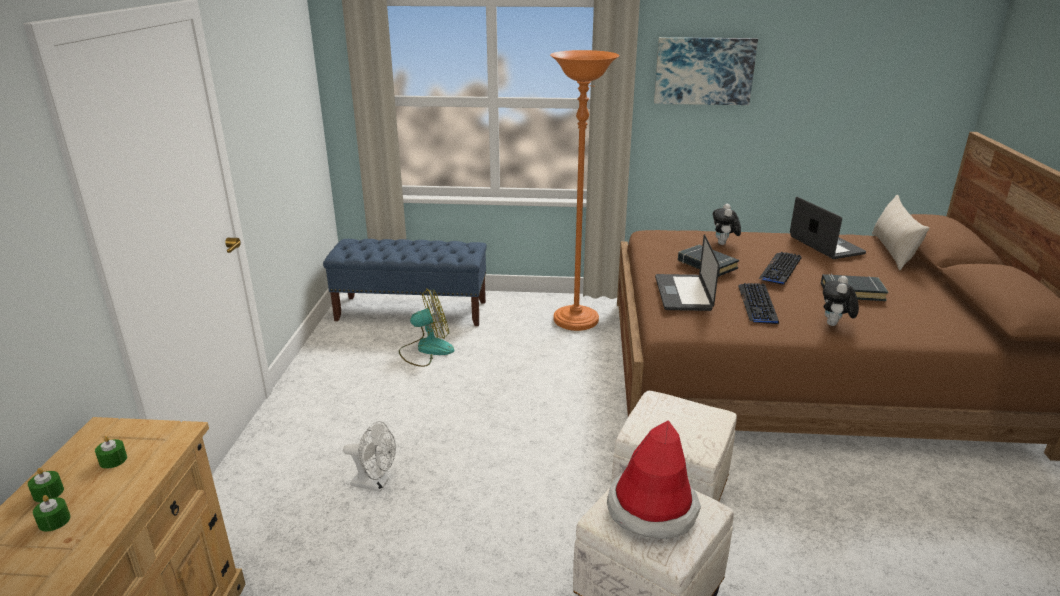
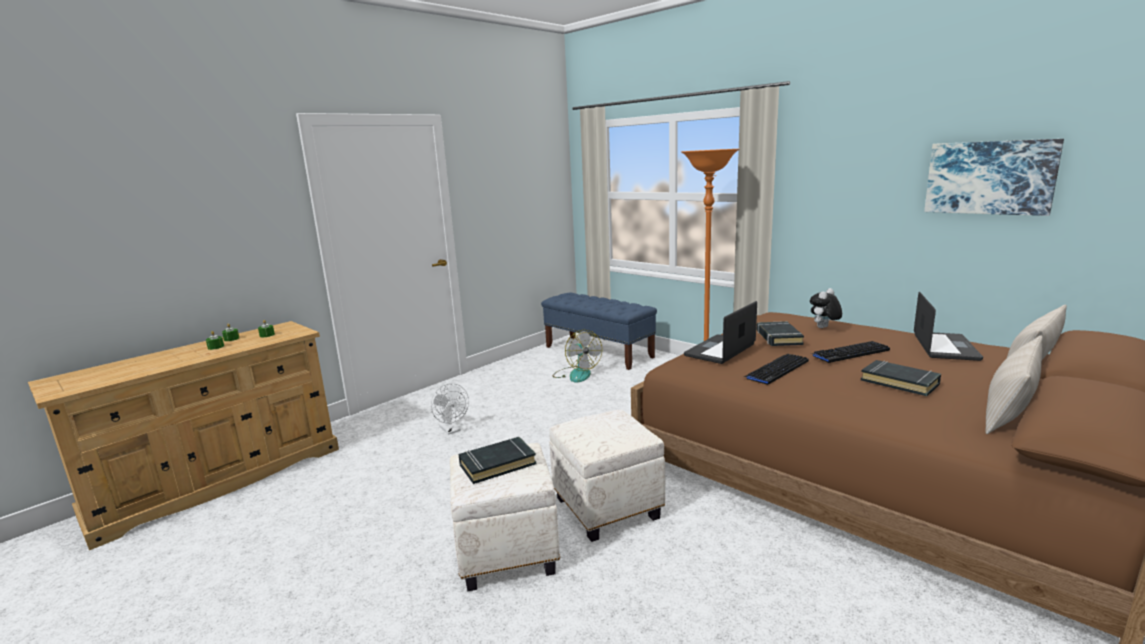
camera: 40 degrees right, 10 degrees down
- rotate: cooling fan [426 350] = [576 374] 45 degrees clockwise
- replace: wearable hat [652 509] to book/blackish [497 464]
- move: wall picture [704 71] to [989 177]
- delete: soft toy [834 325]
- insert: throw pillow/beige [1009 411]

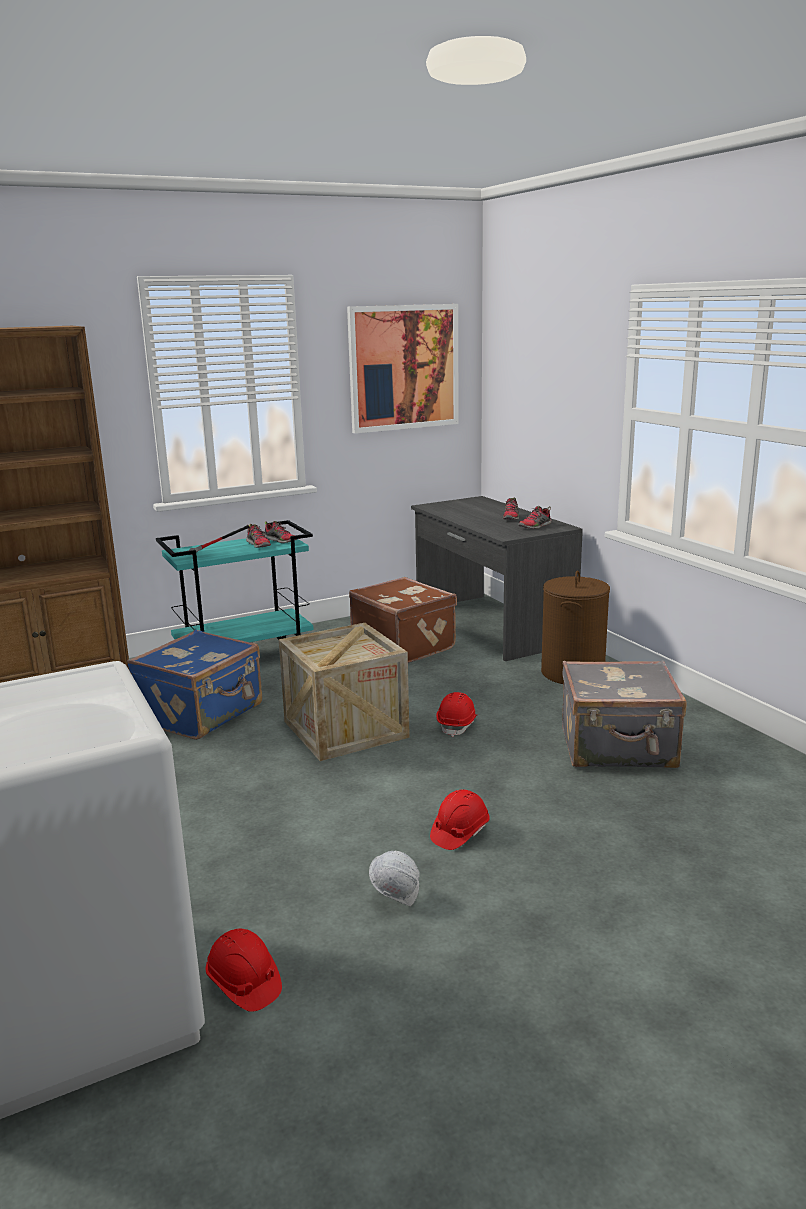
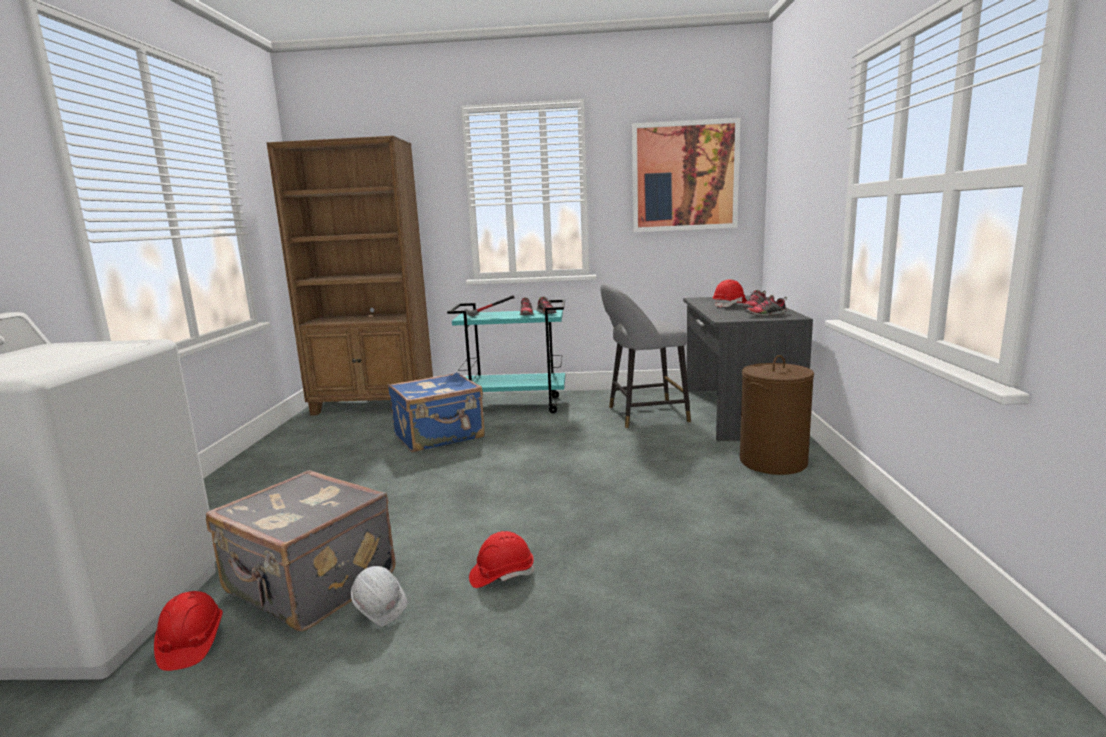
camera: 30 degrees right, 5 degrees down
- delete: crate [345 729]
- replace: suitcase/brownish [404 645] to stool/grey [642 415]
- move: work helmet/reddish [457 725] to [730 305]
- move: suitcase/grey [618 748] to [309 585]

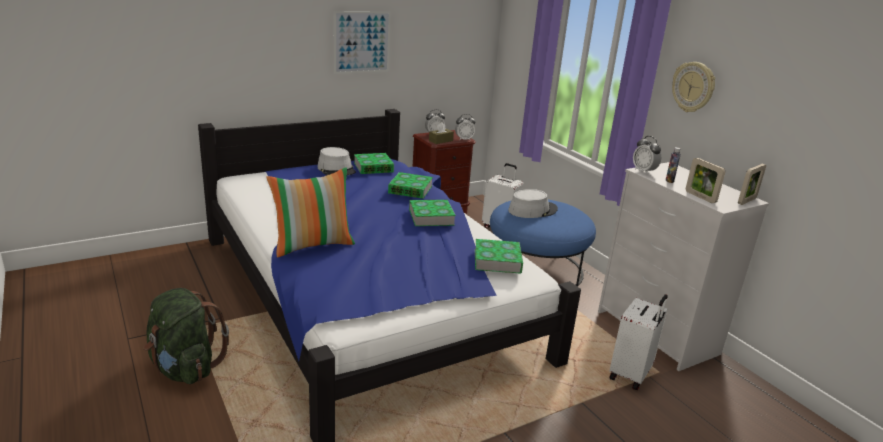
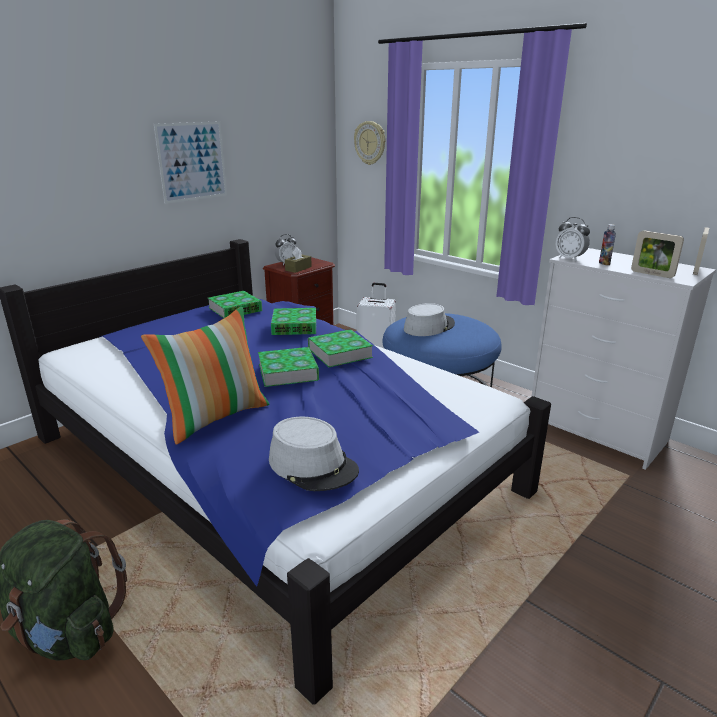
camera: 15 degrees left, 0 degrees up
- move: wearable hat/grey [336 169] to [313 465]
- delete: table clock [464 139]
- move: book [497 261] to [288 372]
- delete: suitcase/white-coloured [631 375]
- move: wall clock [693 87] to [370 143]

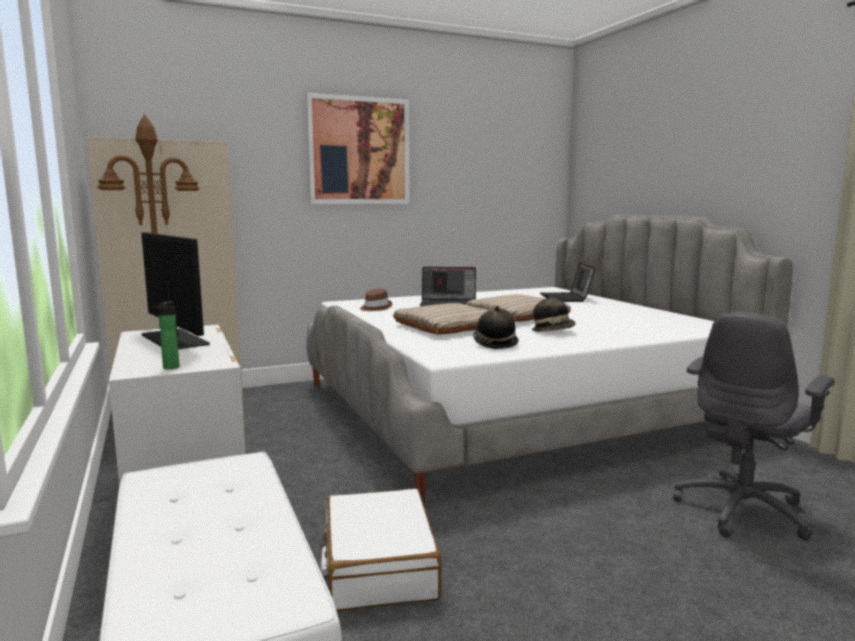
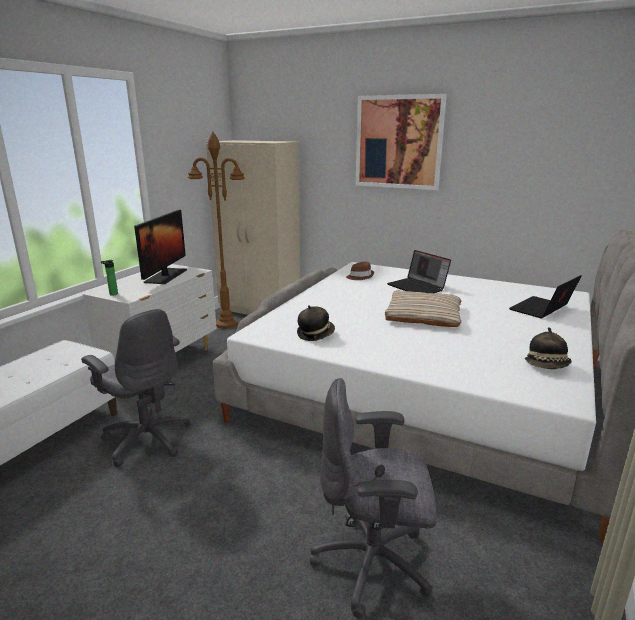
camera: 50 degrees right, 10 degrees up
- replace: suitcase/white-coloured [378 566] to computer chair/grey [147 439]
- delete: throw pillow/beige [448 327]
- move: wearable hat [553 331] to [547 366]

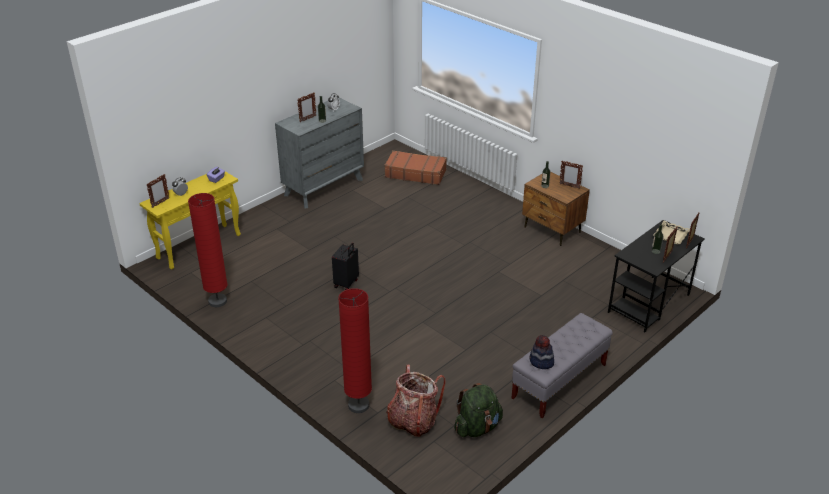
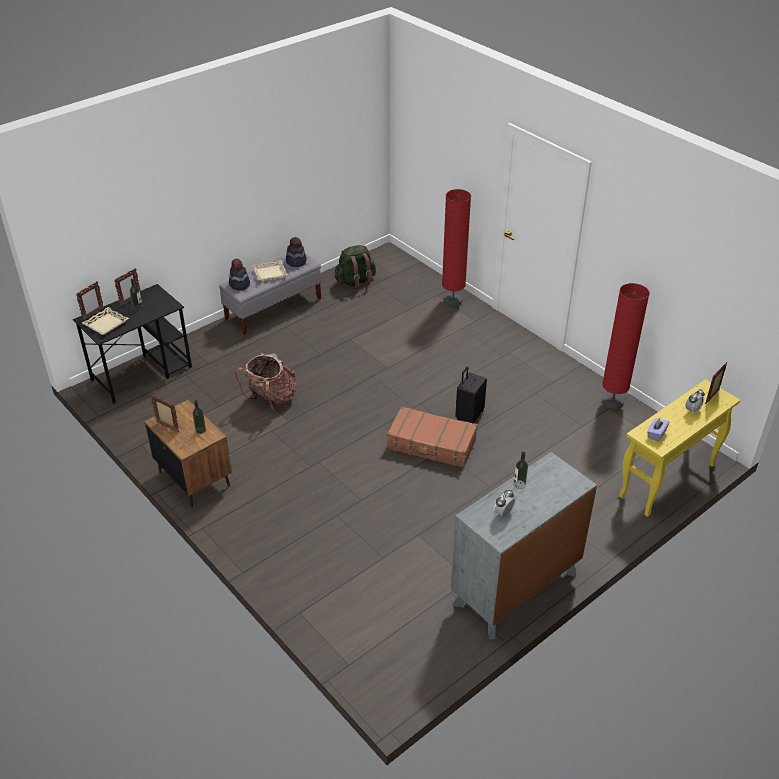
camera: 175 degrees left, 5 degrees up
- delete: picture frame [307 119]
- move: suitcase/brownish [415 173] to [431 445]
- move: backpack [413 421] to [271 399]
- insert: wearable hat [239 284]
- insert: tray/beige [270 273]

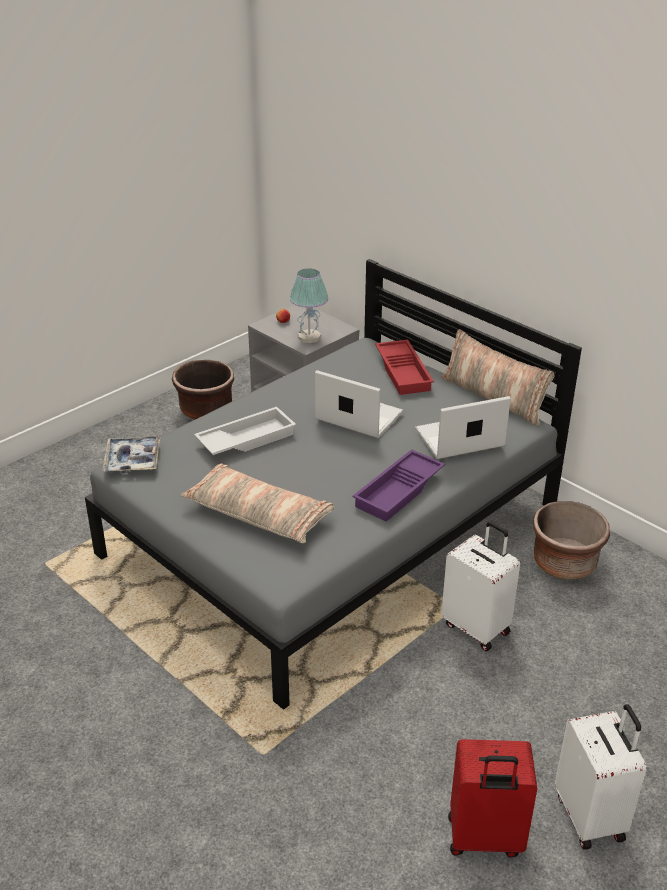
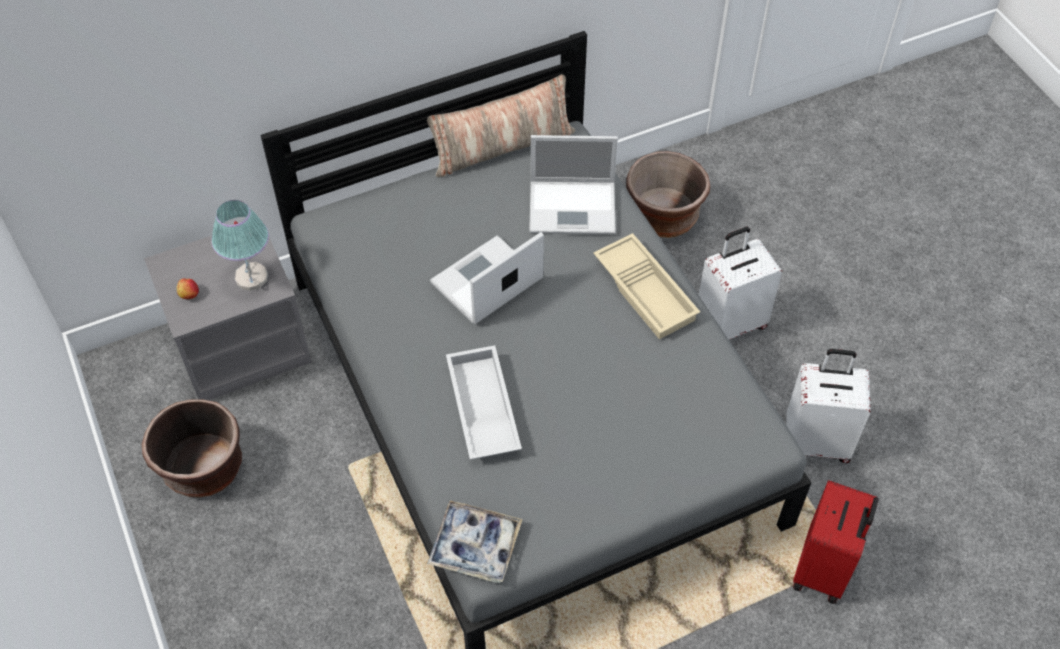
camera: 70 degrees left, 20 degrees up
- delete: throw pillow [258 514]
- recolor: tray/purplish [399 491] to tray/beige [647 291]
- delete: tray/reddish [404 372]
- rotate: laptop [457 439] = [574 207] 90 degrees counterclockwise
- move: suitcase/reddish [484 839] to [824 569]
- move: suitcase/white-coloured [591 816] to [817 441]

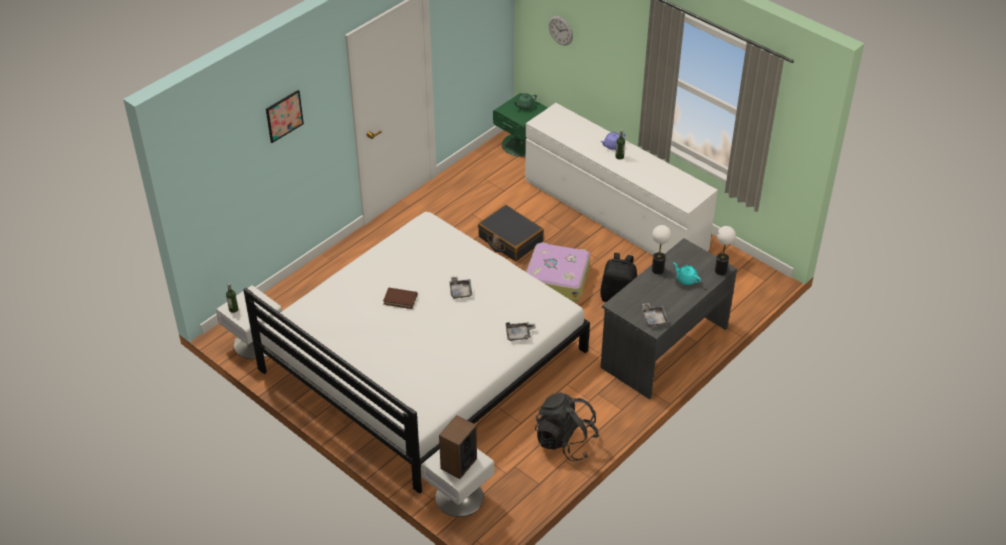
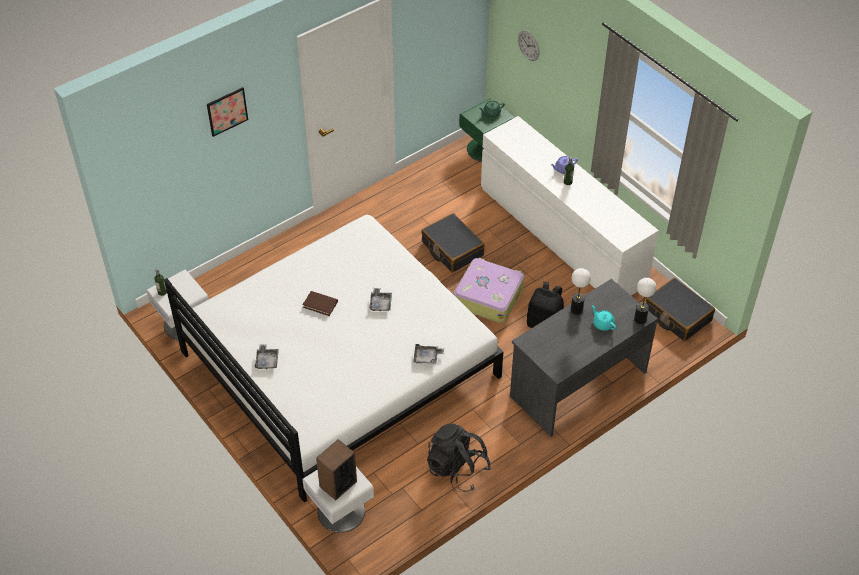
camera: 10 degrees right, 5 degrees up
- move: tray/grey [654 318] to [267 360]
- insert: suitcase/blackish [677 315]

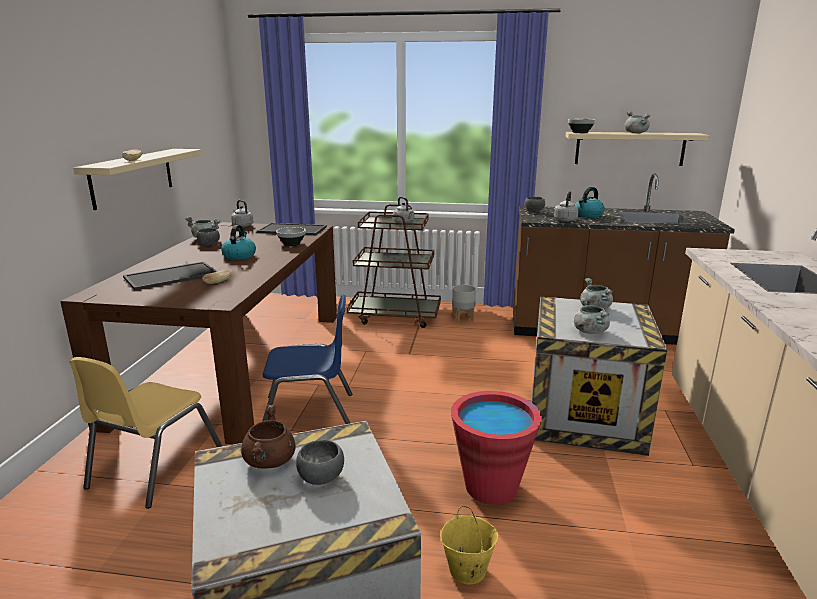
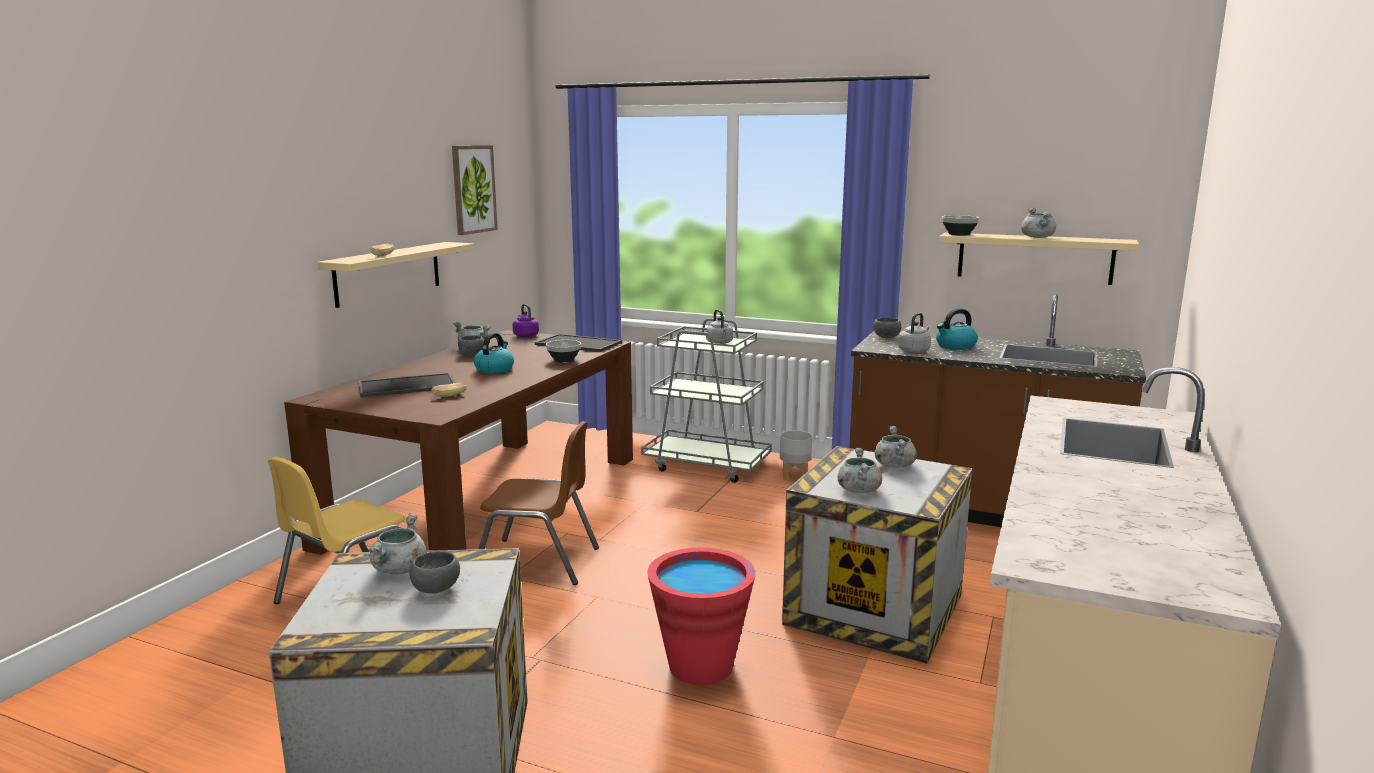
camera: 15 degrees right, 5 degrees down
- recolor: water kettle/grey [242 225] to water kettle/purplish [525 335]
- recolor: saucepot/brownish [270 461] to saucepot/grey [399 570]
- recolor: chair/blue-coloured [309 413] to chair/brownish [538 562]
- recolor: cart/brownish [395 316] to cart/grey [707 465]
- delete: bucket/yellow [467 570]
- insert: wall picture [473 189]

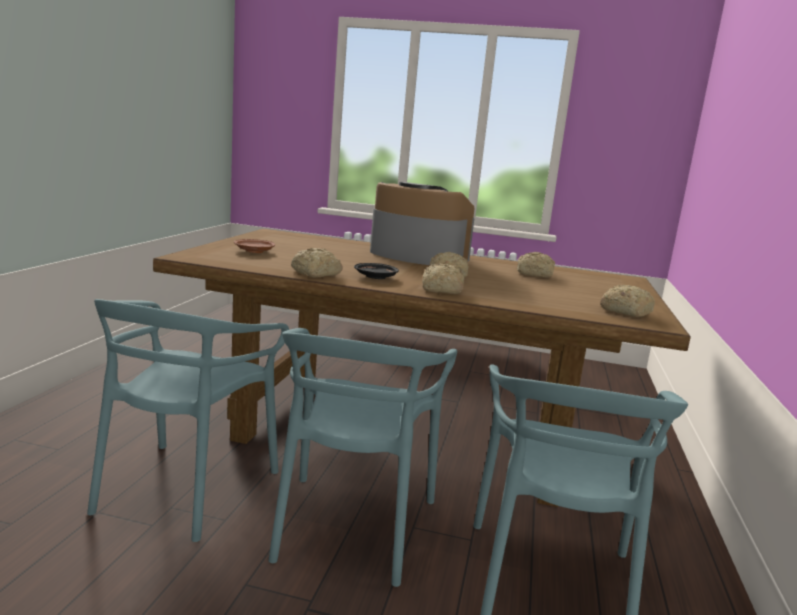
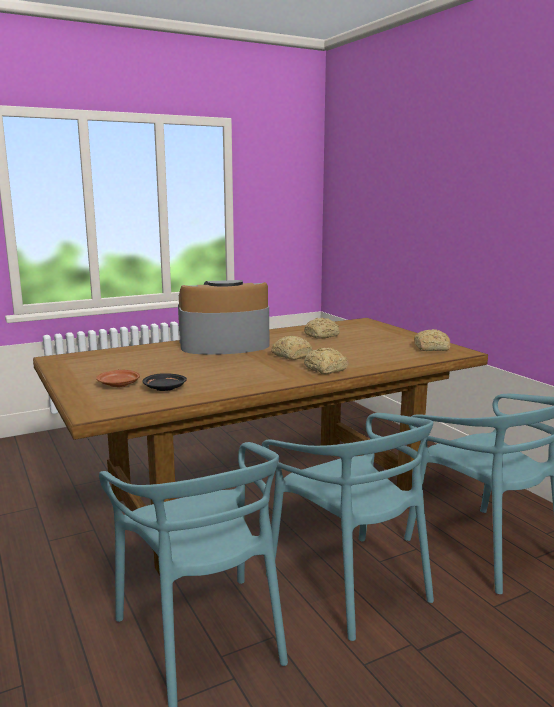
camera: 40 degrees left, 0 degrees up
- delete: bakery bread [316 274]
- move: plate/blackish [375 277] to [165 388]

